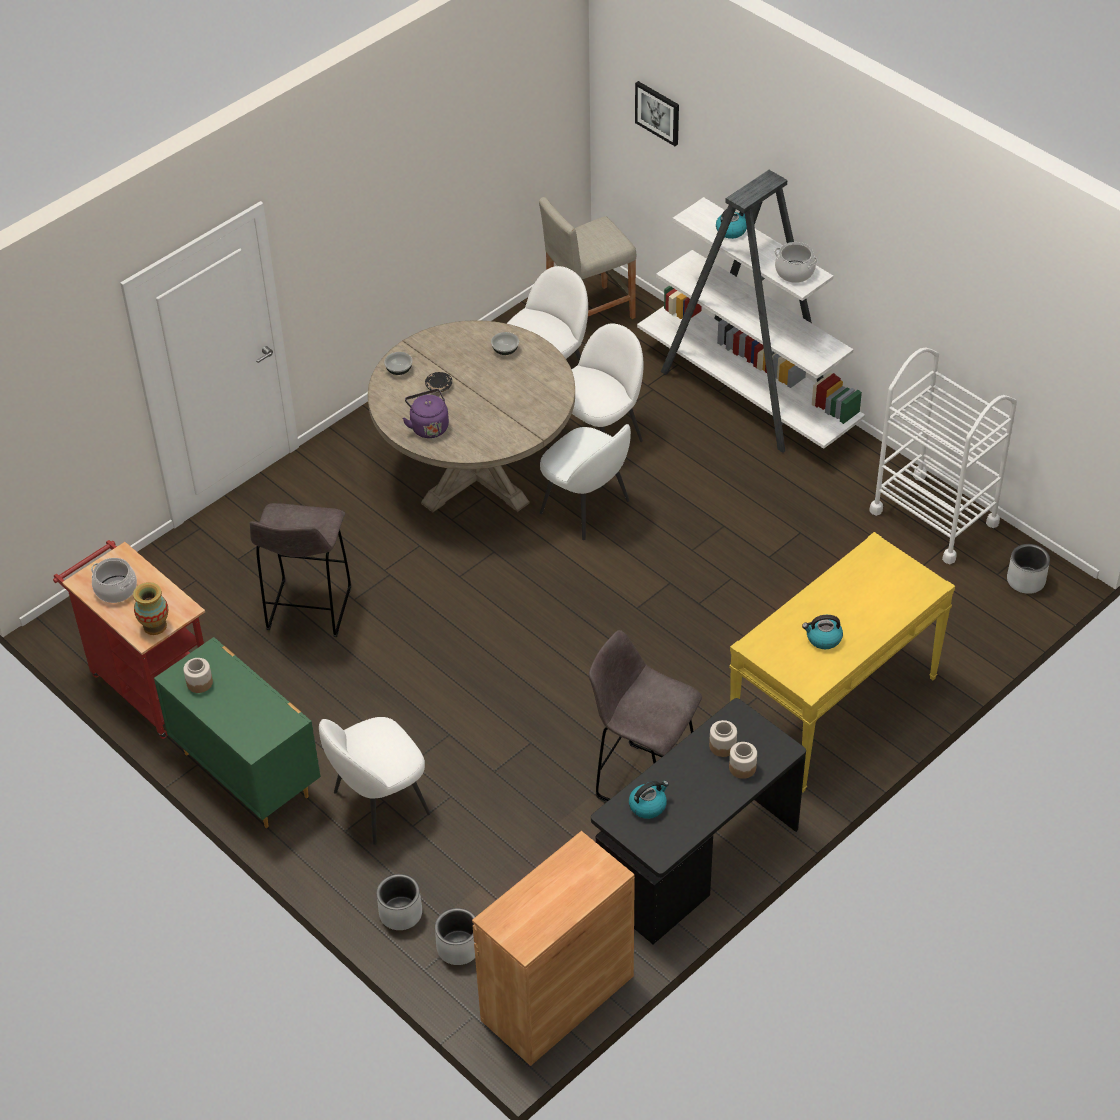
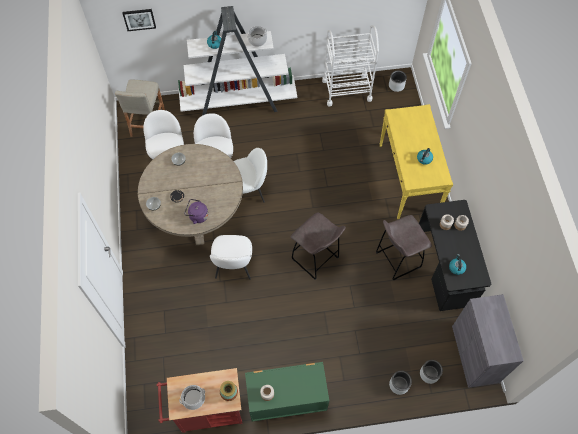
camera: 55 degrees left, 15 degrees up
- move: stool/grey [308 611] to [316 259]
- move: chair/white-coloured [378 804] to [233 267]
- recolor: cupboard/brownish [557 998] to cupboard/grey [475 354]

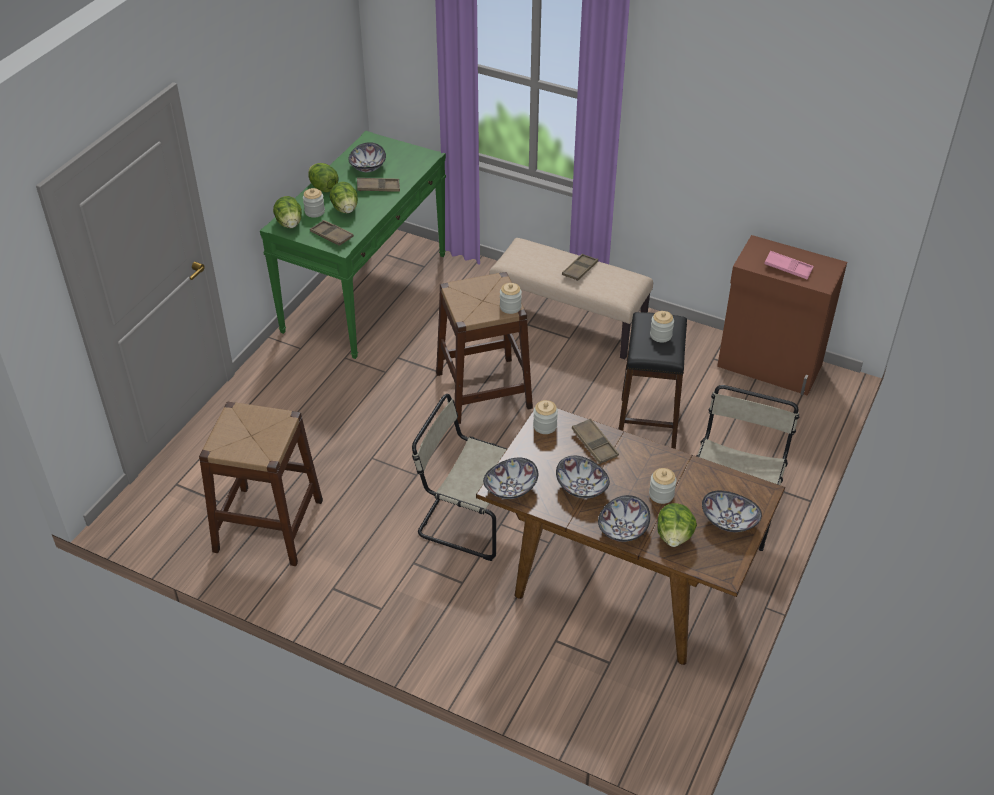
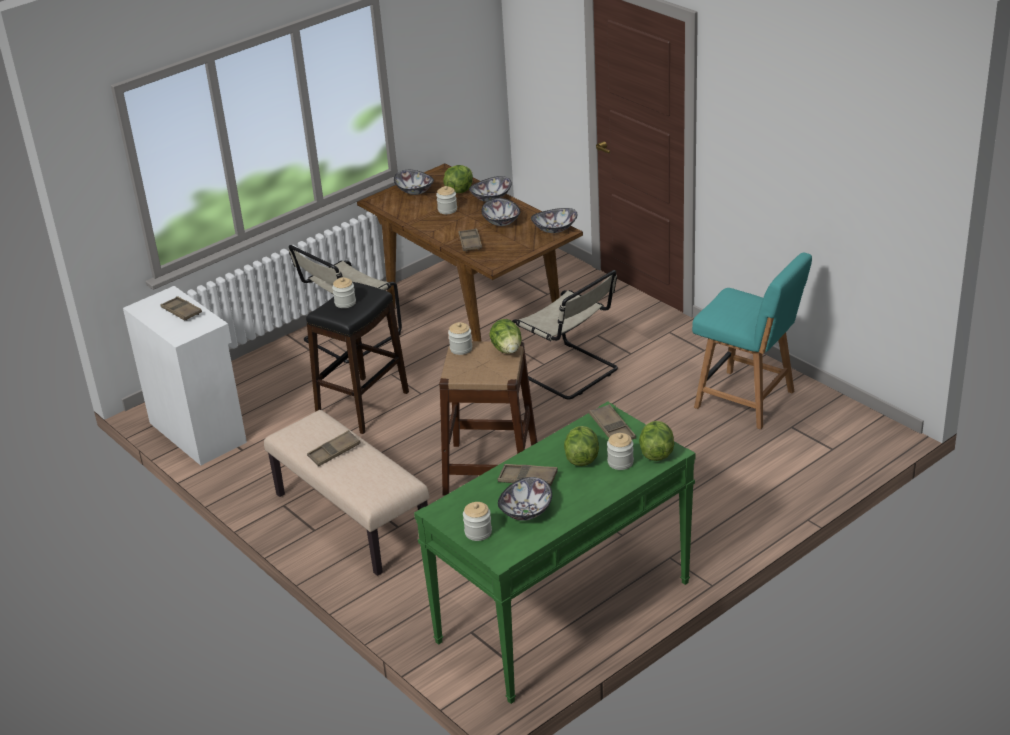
camera: 155 degrees left, 10 degrees down
- replace: stool/brownish [268 525] to chair/blue-green [748 400]
- move: head of lettuce [323 187] to [507 349]
- move: preserve jar [545 426] to [478 532]
- recolor: cupboard/brownish [769 366] to cupboard/white-coloured [198 431]
- recolor: tray/pinkish [788 268] to tray/brownish [181 312]

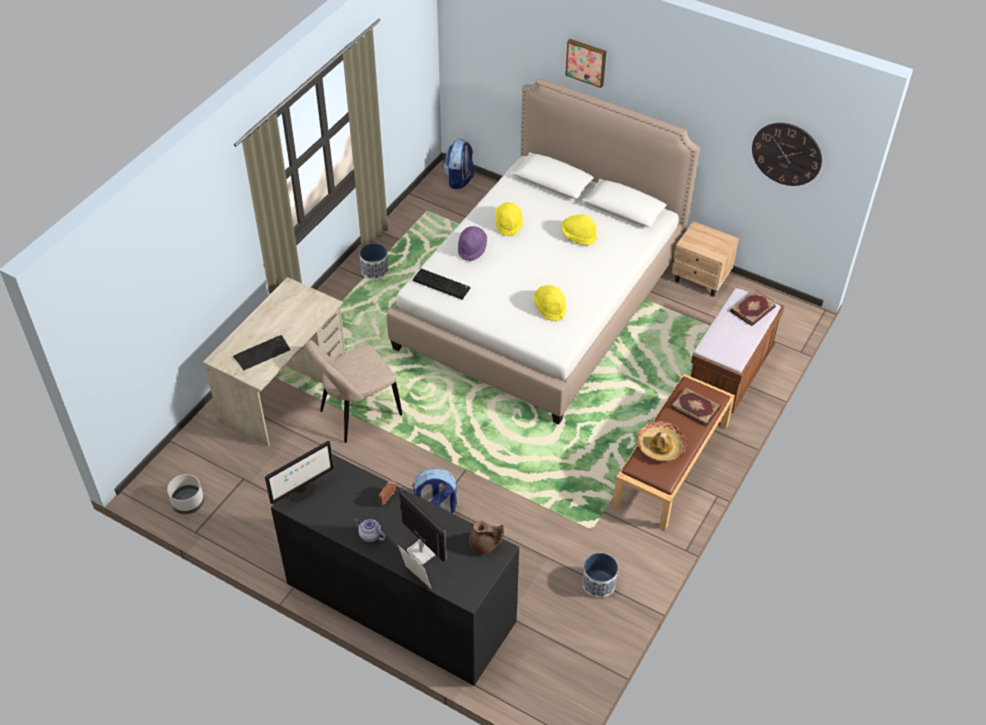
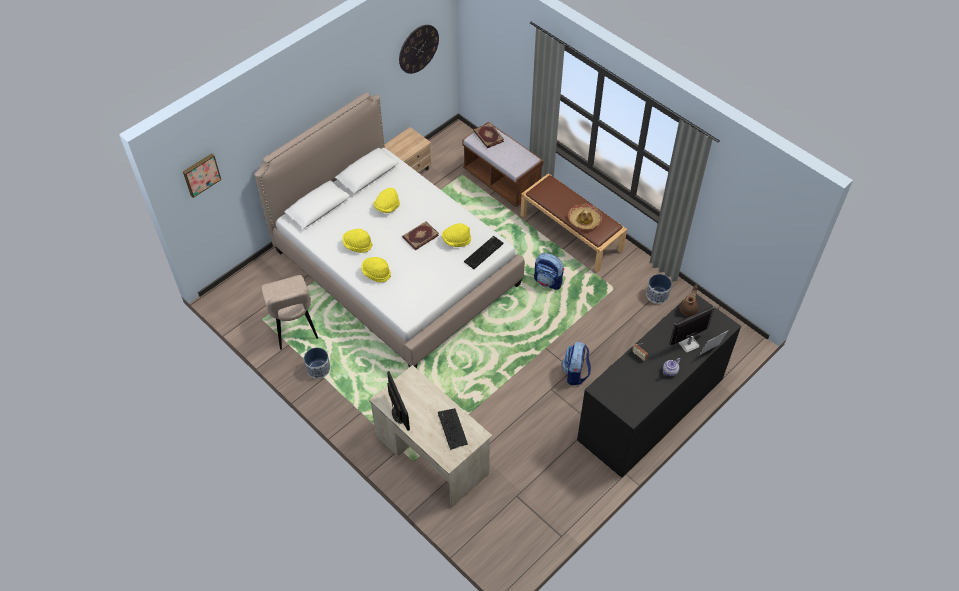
camera: 75 degrees left, 5 degrees up
- delete: flower pot/grey [188 502]
- move: monitor [303 493] to [398 415]
- move: chair/beige [357 414] to [294 327]
- move: keyboard [442 284] to [483 252]
- move: backpack [459 179] to [548 281]
- recolor: wearable hat/purplish [472 249] to wearable hat/yellow [376 273]
- move: wall picture [586 62] to [201 174]
- move: book [695 407] to [420 236]

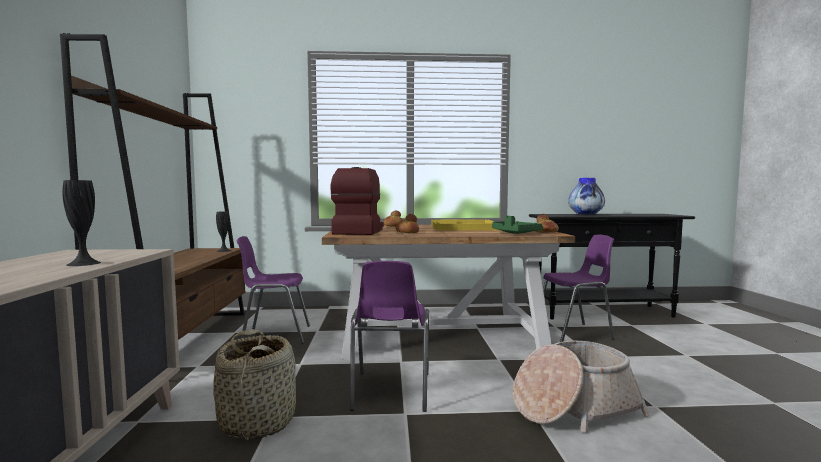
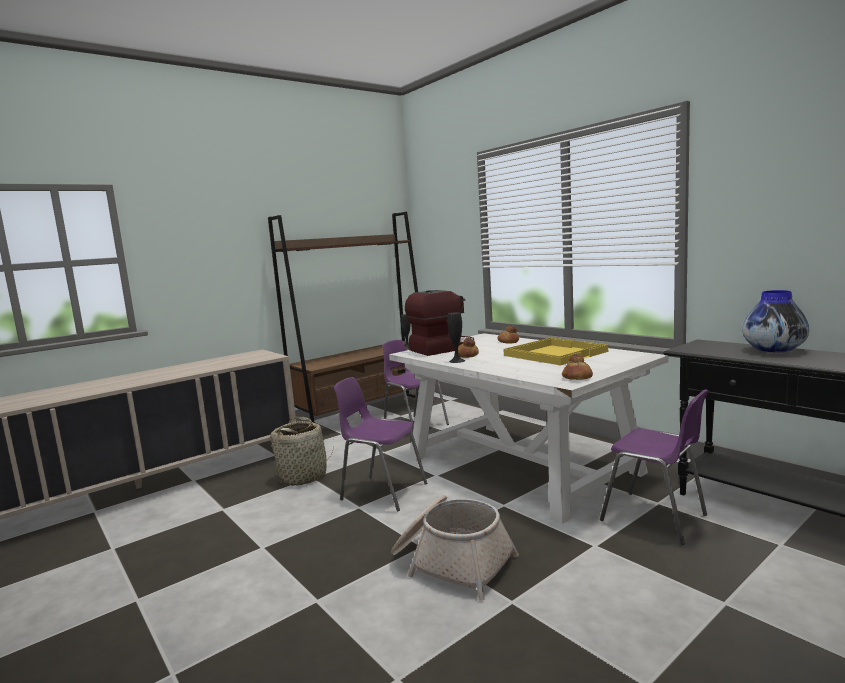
camera: 55 degrees right, 5 degrees up
- move: flower vase/blackish [83 263] to [457 361]
- recolor: dinner table/brownish [438 333] to dinner table/white-coloured [519 464]
- rotate: chair/purplish [390 392] = [382 491] 60 degrees clockwise
- delete: tray/greenish [514 233]

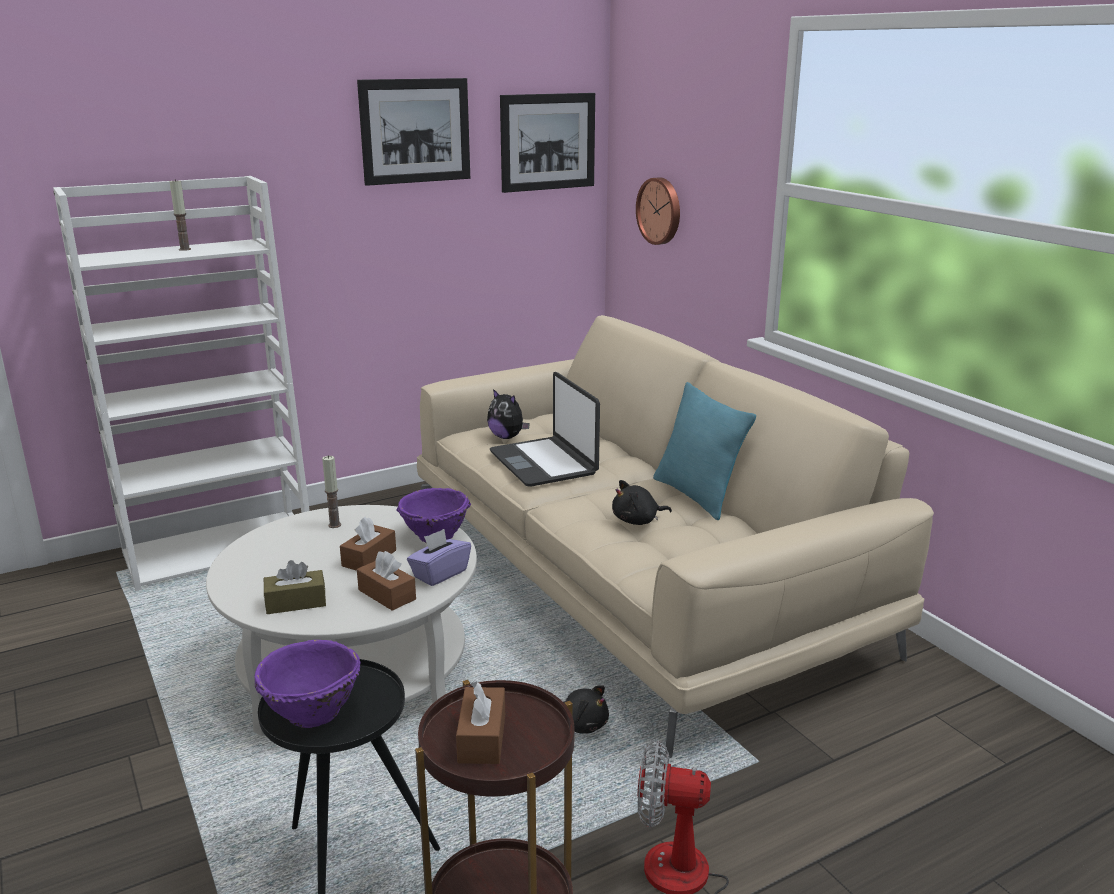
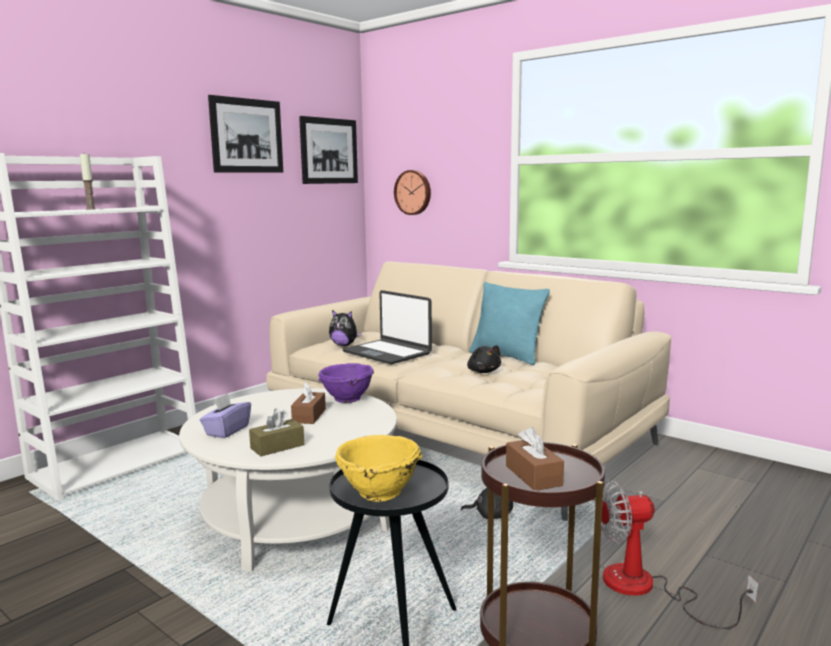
camera: 20 degrees left, 10 degrees down
- recolor: deep dish/purplish [311 713] to deep dish/yellow [378 493]
- delete: wax light [334 525]
- delete: box of tissues/brownish [387 594]
- move: box of tissues/purplish [439 574] to [227 431]
- rotate: soft toy/blackish [637 521] = [483 371] 75 degrees counterclockwise

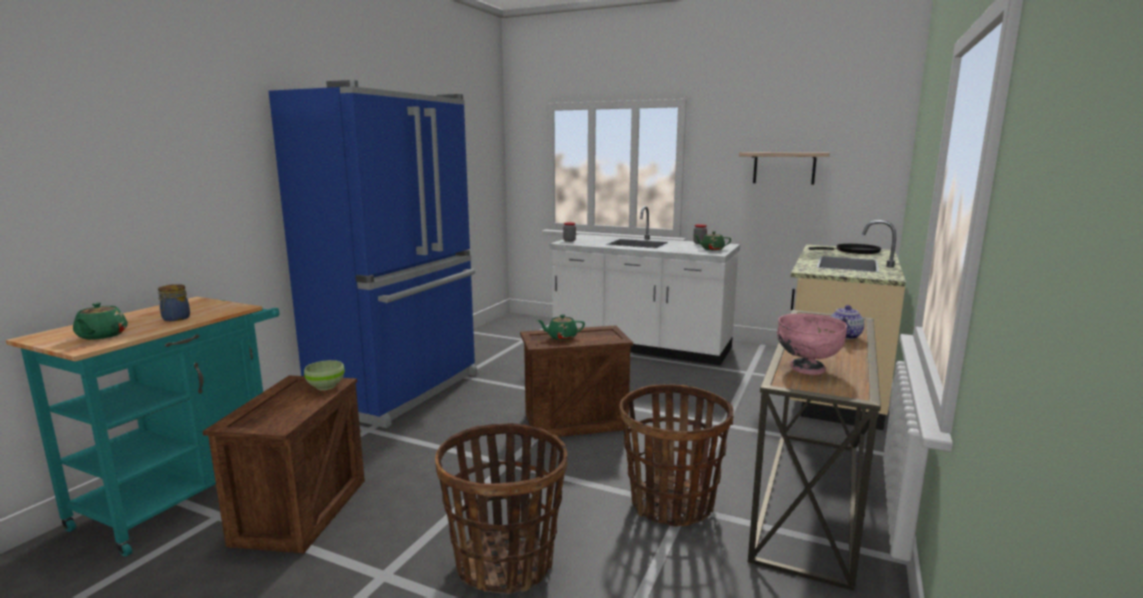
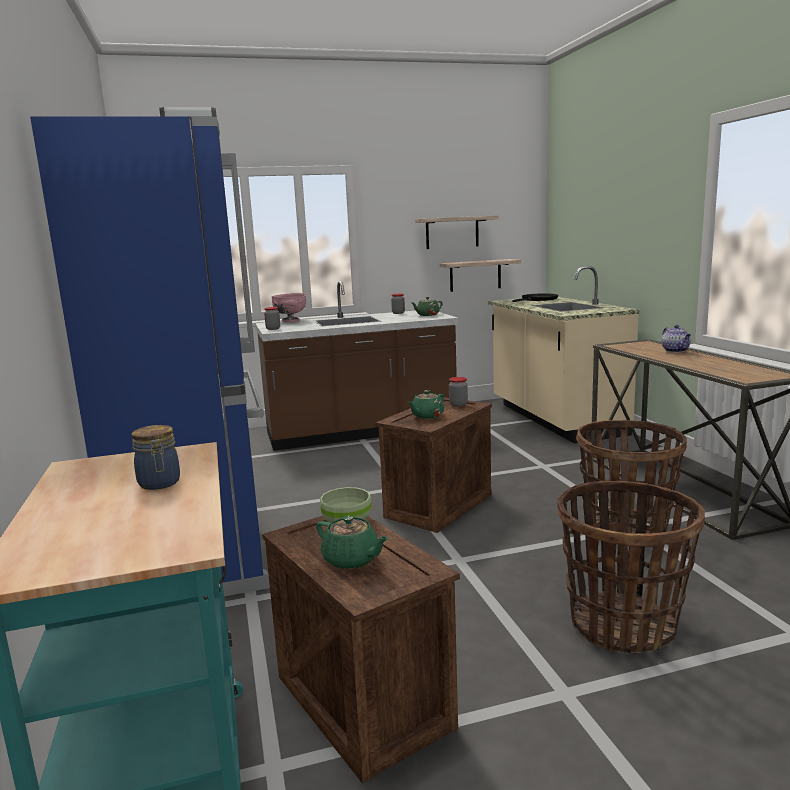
camera: 40 degrees left, 0 degrees up
- move: tea pot/greenish [101 336] to [352 560]
- recolor: kitchen base unit/white-coloured [641 346] to kitchen base unit/brownish [361 432]
- move: deep dish/pinkish [807 369] to [290 321]
- insert: wall shelf [475 275]
- insert: preserve jar [458 404]

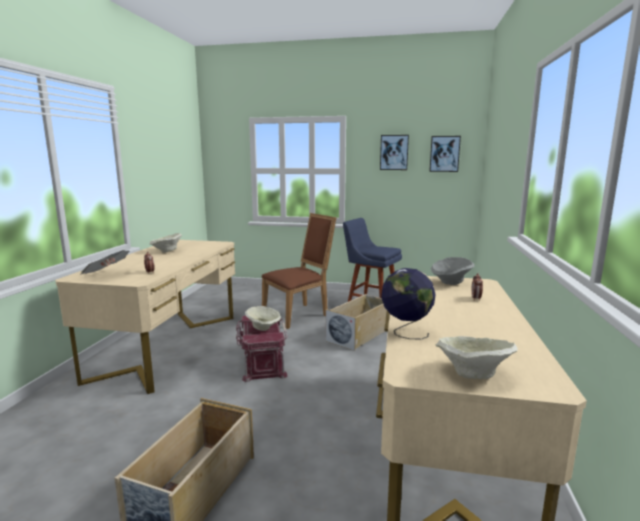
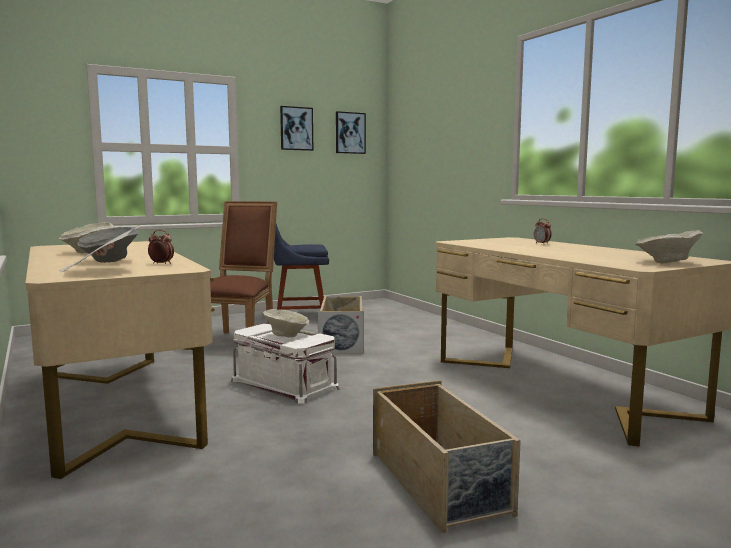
camera: 40 degrees left, 5 degrees down
- recolor: storage container/reddish [261 360] to storage container/white-coloured [283 384]
- delete: globe [405 332]
- move: deep dish/grey [450 283] to [108 261]

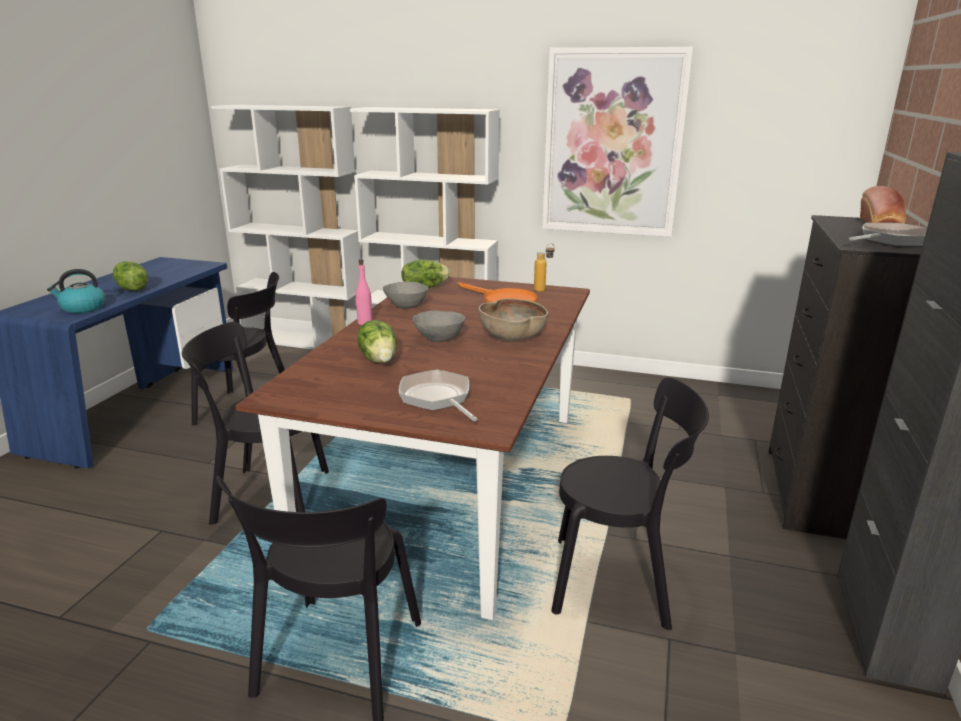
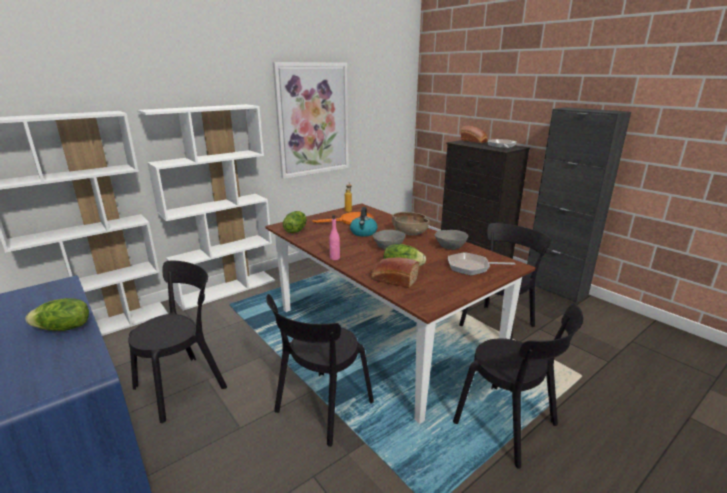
camera: 55 degrees left, 0 degrees up
- move: water kettle [82 308] to [363 232]
- move: deep dish/grey [406 305] to [450 247]
- insert: bakery bread [393 280]

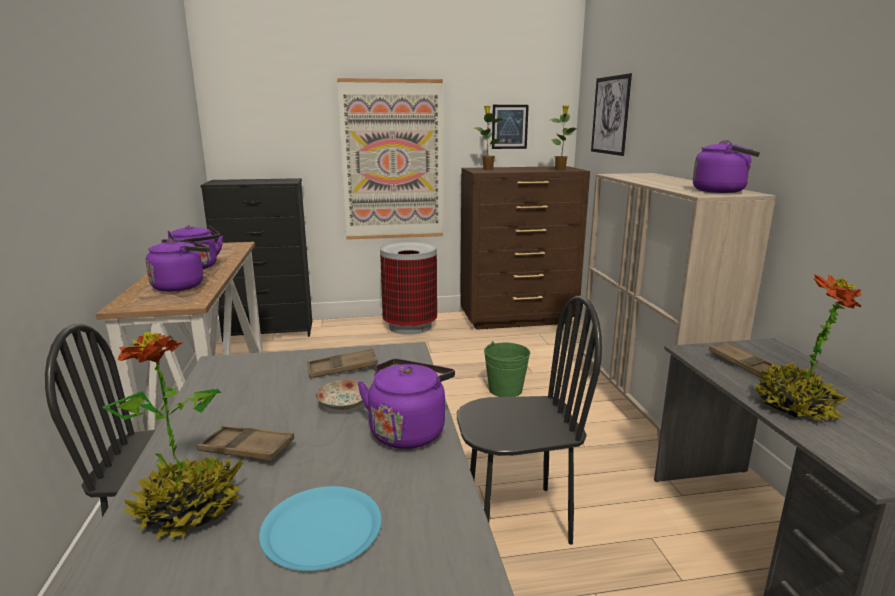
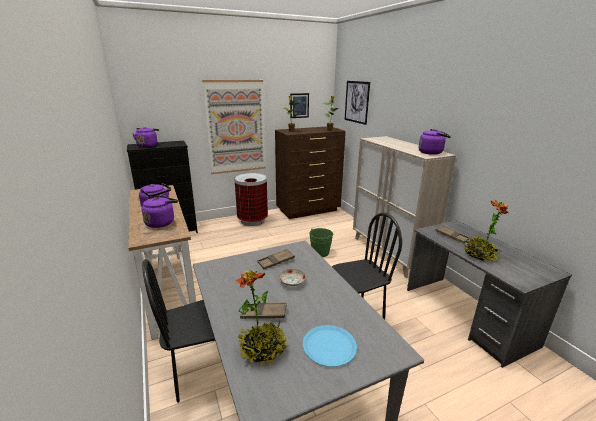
camera: 15 degrees left, 5 degrees up
- move: water kettle/purplish [409 431] to [148 146]

